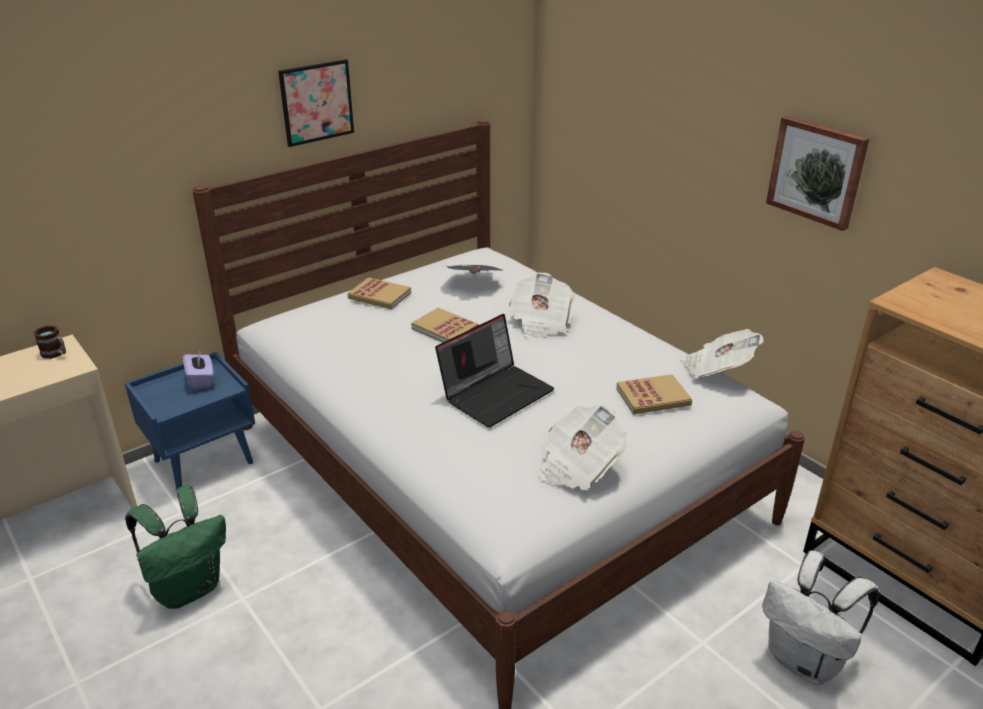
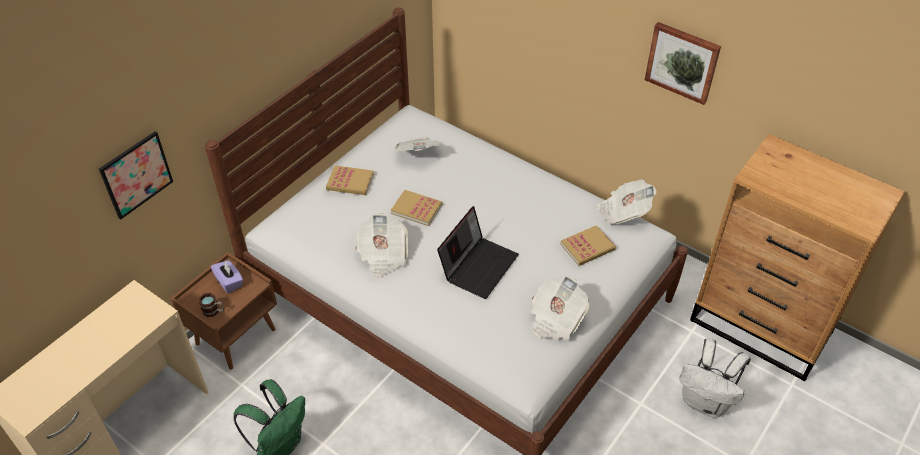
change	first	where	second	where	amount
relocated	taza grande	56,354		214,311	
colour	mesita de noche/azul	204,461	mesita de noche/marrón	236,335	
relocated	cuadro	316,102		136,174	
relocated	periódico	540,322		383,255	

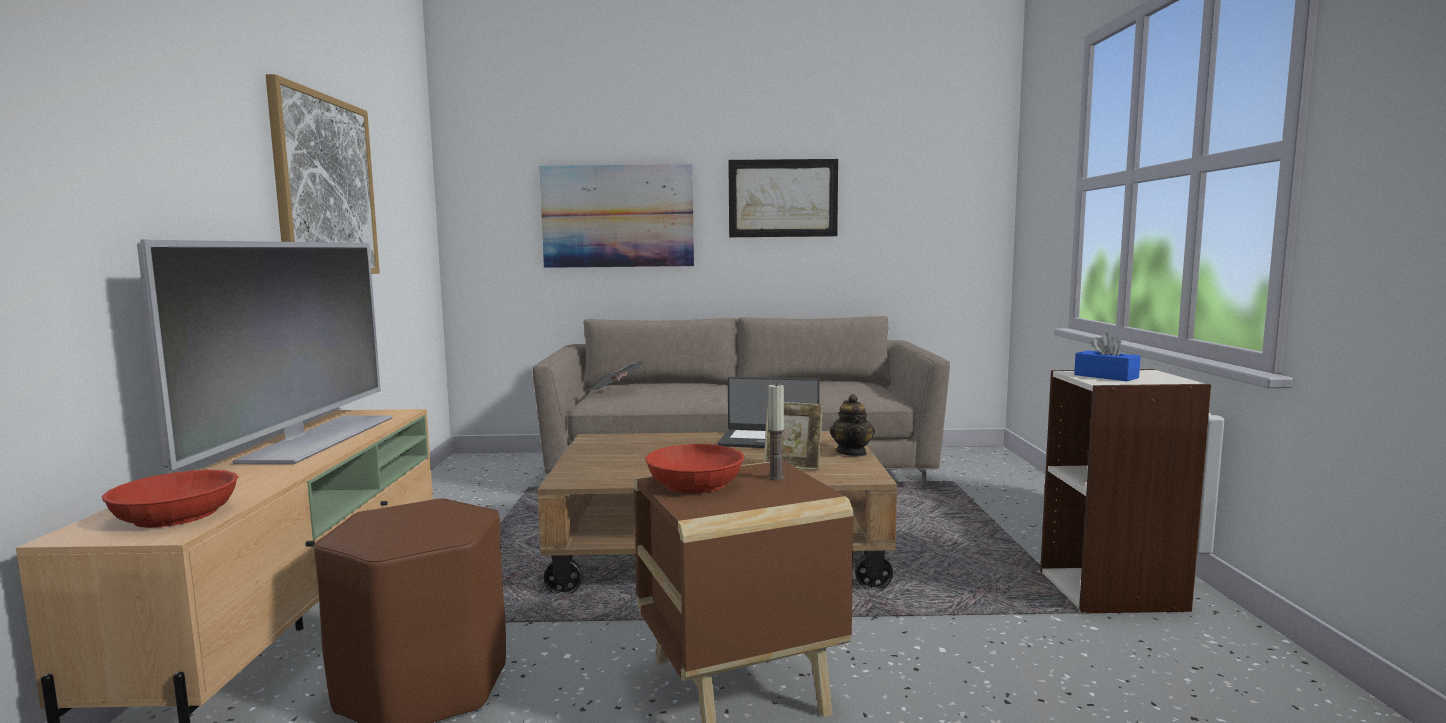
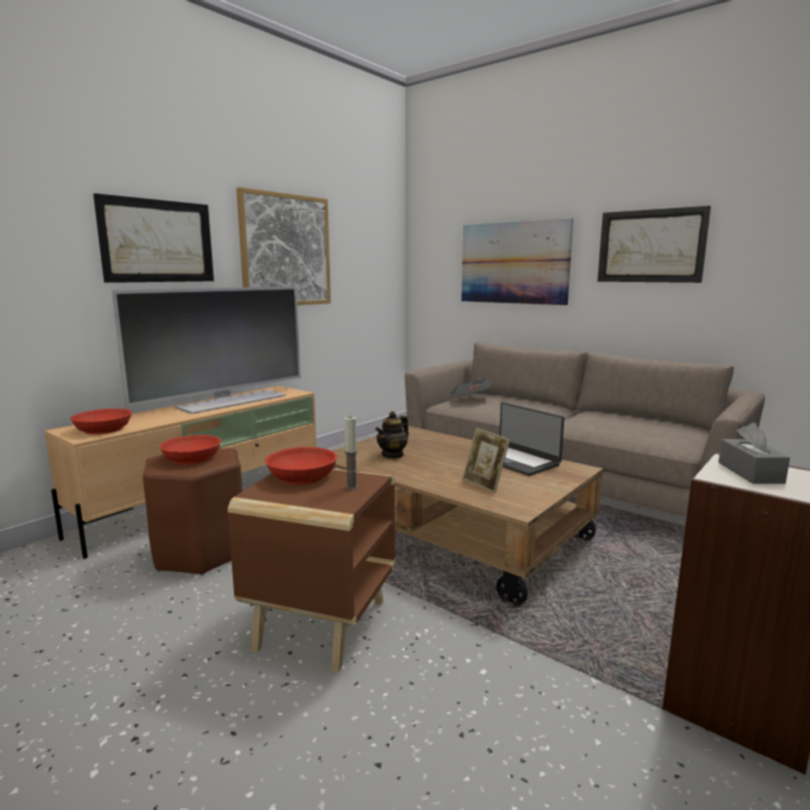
change	first	where	second	where	amount
relocated	tetera	852,452		393,455	
colour	caja de pañuelos/azul	1106,376	caja de pañuelos/gris	750,472	
appeared			cuadro	157,241	
appeared			cuenco/rojo	192,458	

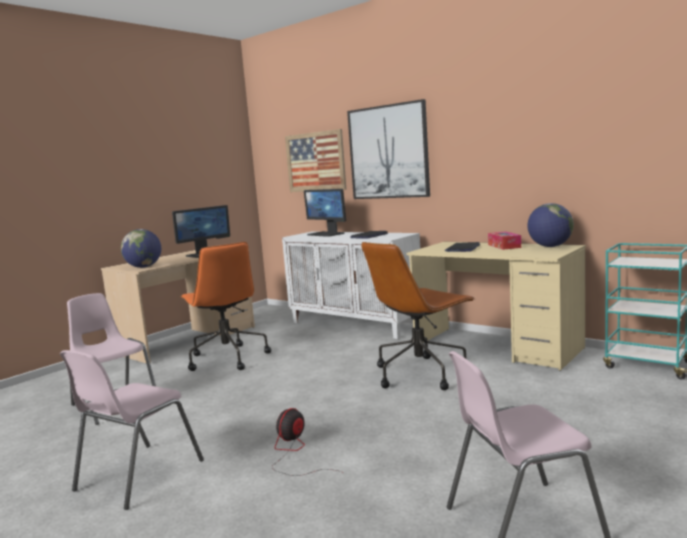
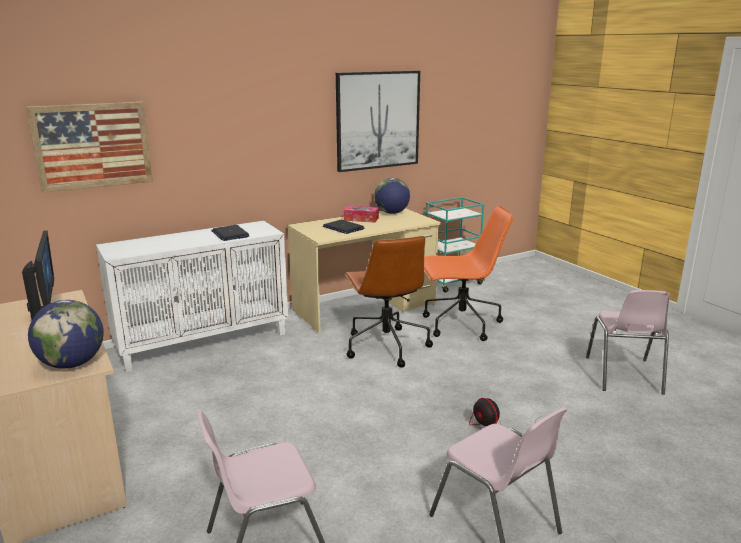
change	first	where	second	where	amount
relocated	silla de oficina/naranja	227,358		460,325	
missing	monitor	326,234			
relocated	cuadro	388,152		377,120	

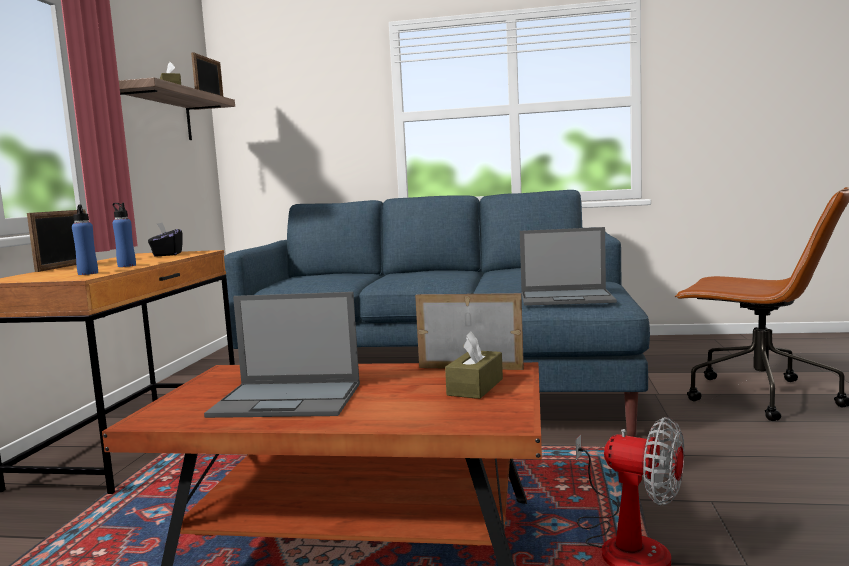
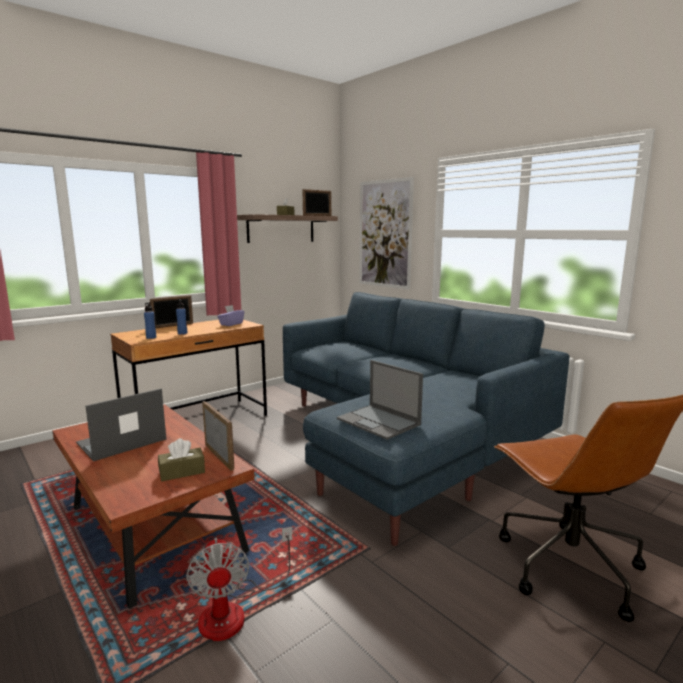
change	first	where	second	where	amount
colour	caja de pañuelos/negro	167,254	caja de pañuelos/morado	231,324	
spun	portátil	289,400		121,442	90 degrees clockwise
appeared			cuadro	385,234	

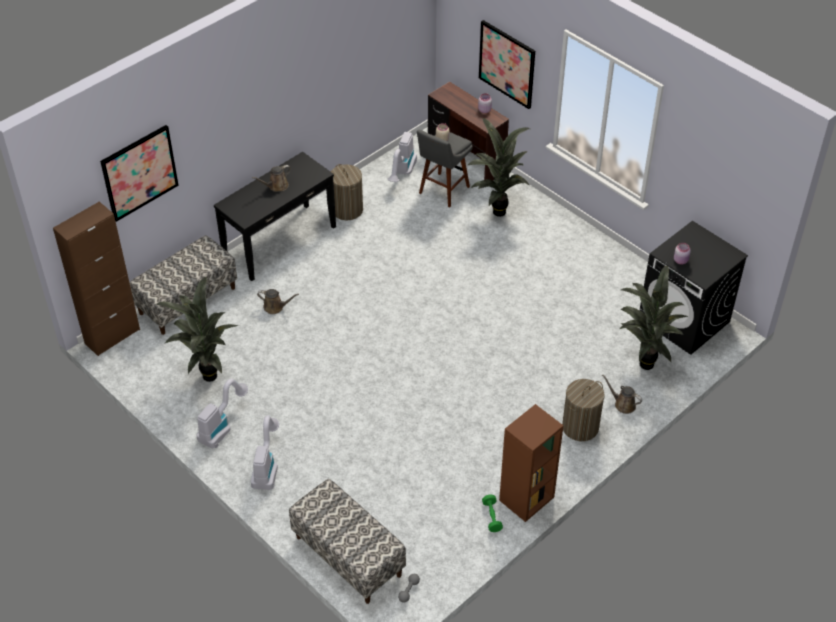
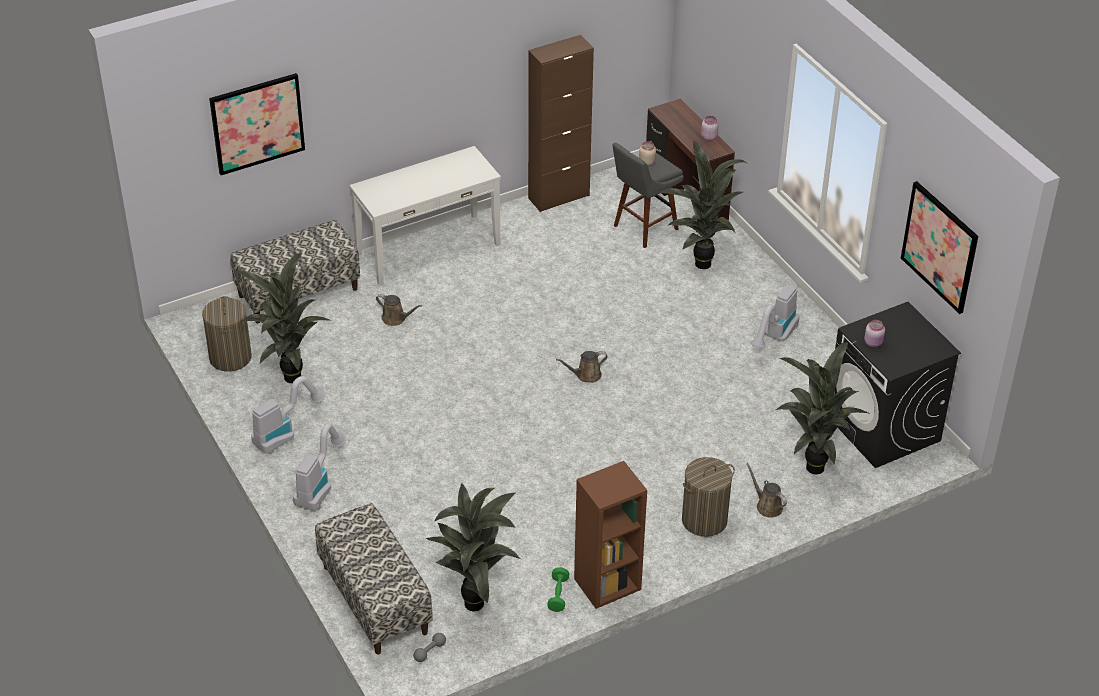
change	first	where	second	where	amount
relocated	armario/marrón	112,336		559,197	
colour	mesa consola/negro	279,241	mesa consola/blanco	428,249	
relocated	regadera/marrón	276,186		586,375	
relocated	cesto de la ropa	347,210		230,358	
relocated	aspiradora	402,173		774,338	
relocated	cuadro	507,64		940,247	
appeared			planta en maceta	478,606	

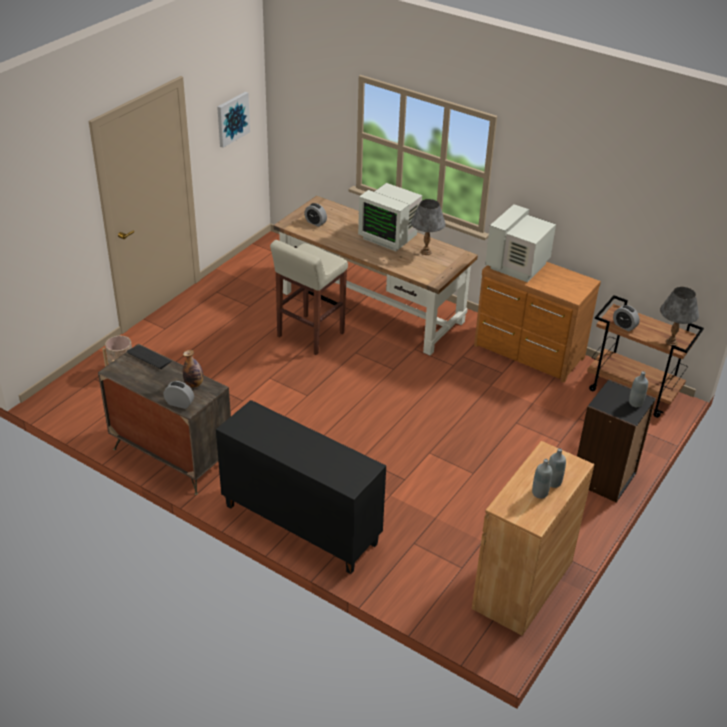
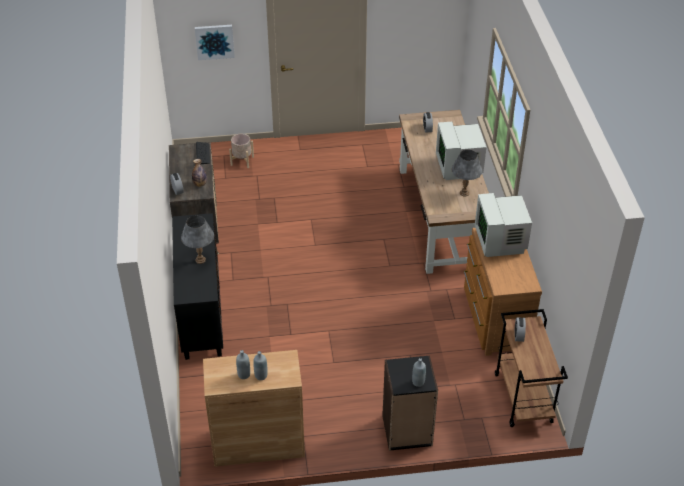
change	first	where	second	where	amount
relocated	cuadro	232,119		214,41	
missing	taburete/beis	309,335			
spun	monitor	518,266		501,242	90 degrees counterclockwise
relocated	lámpara de mesa/gris	671,342		200,260	

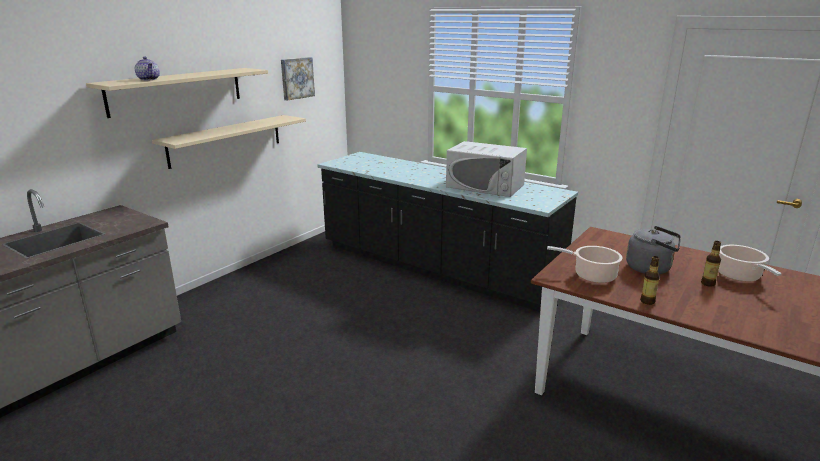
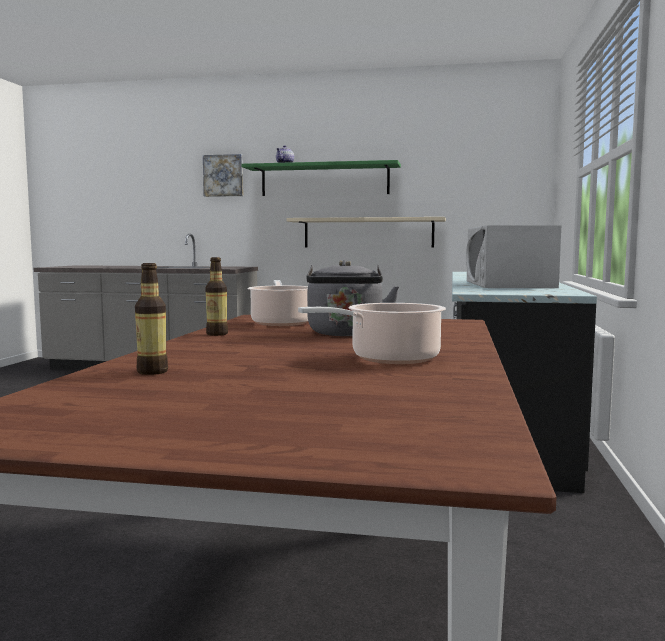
change	first	where	second	where	amount
colour	estante/beis	177,91	estante/verde	324,180	
relocated	cuadro	296,78		223,175	
relocated	botella	708,283		152,372	

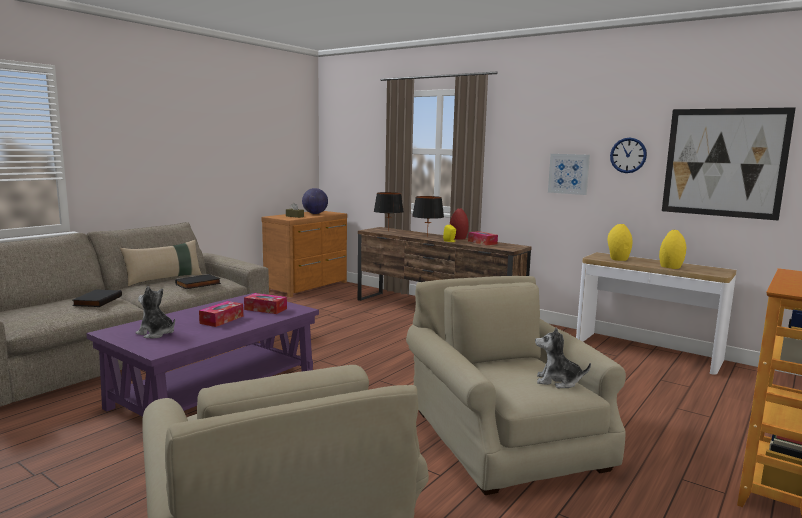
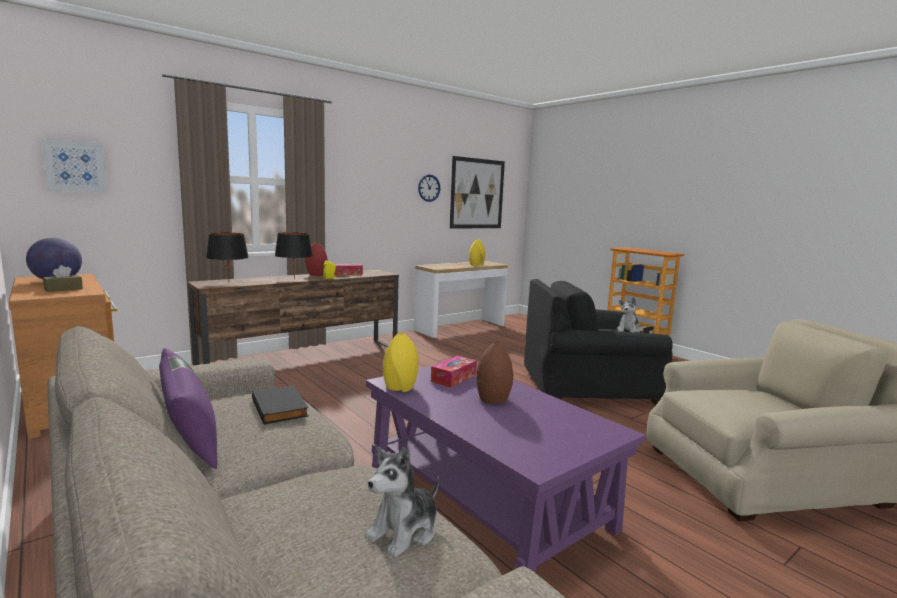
change	first	where	second	where	amount
missing	libro/negro	97,301			
colour	cojín/beis	164,279	cojín/morado	189,437	
relocated	peluche	156,333		404,531	
exchanged	caja de pañuelos	222,320	florero/marrón	492,399	
colour	sillón/beis	505,439	sillón/negro	591,386	
relocated	cuadro	568,174		75,166	
relocated	florero/amarillo	618,259		400,388	

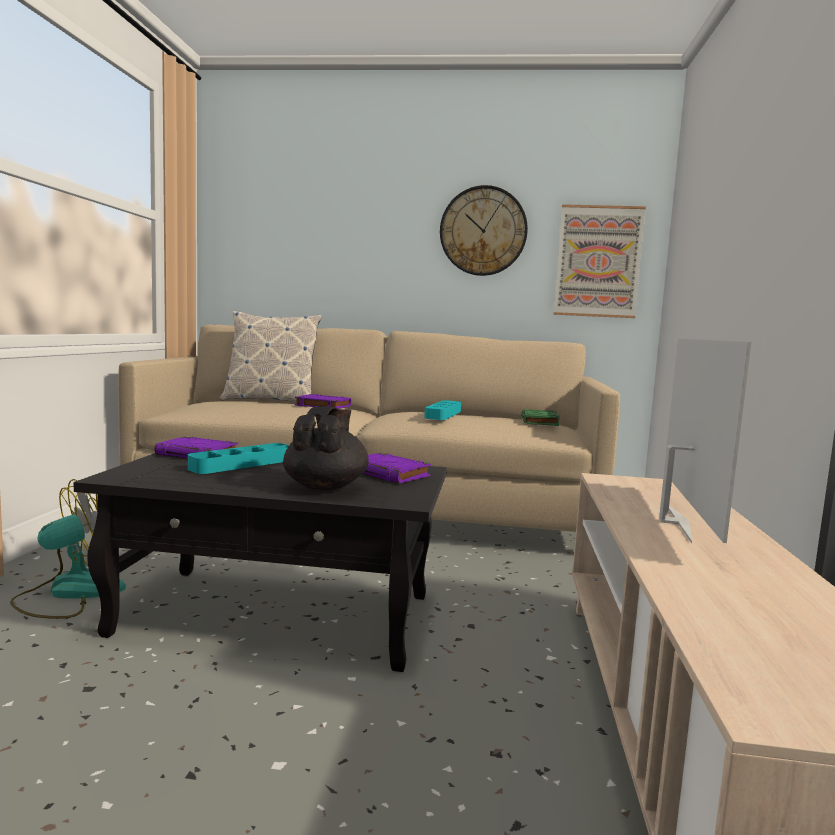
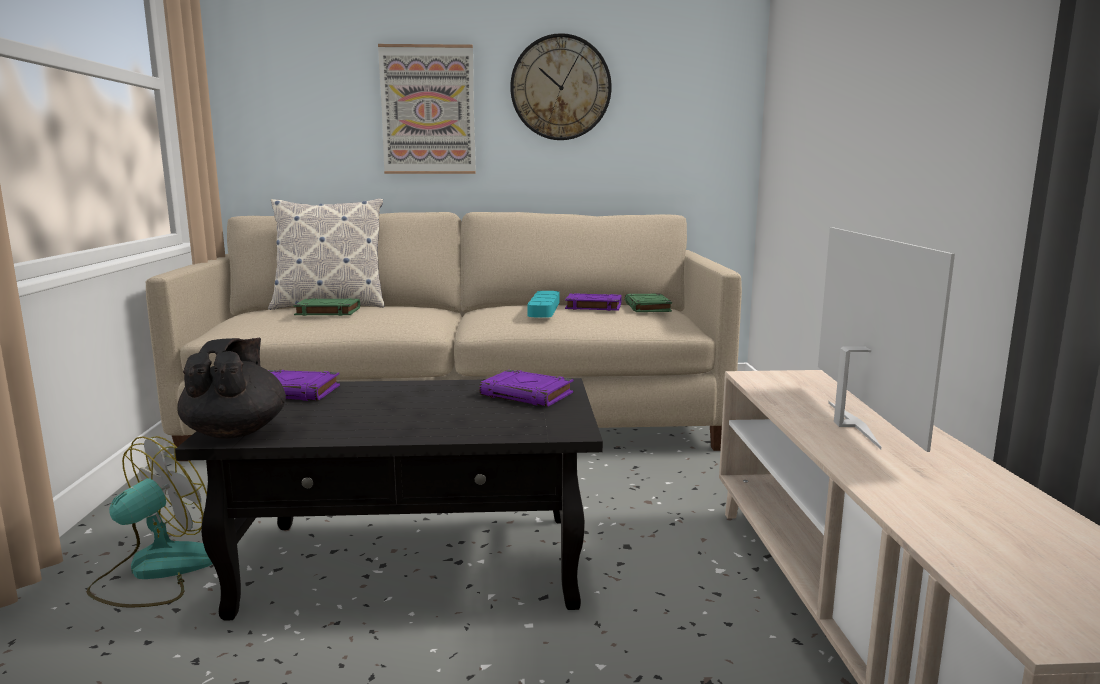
change	first	where	second	where	amount
missing	bandeja/turquesa	242,464			
relocated	tetera/negro	325,486		236,431	
relocated	libro/morado	322,406		592,306	
relocated	cuadro	598,262		428,110	
appeared			libro/verde	327,312	

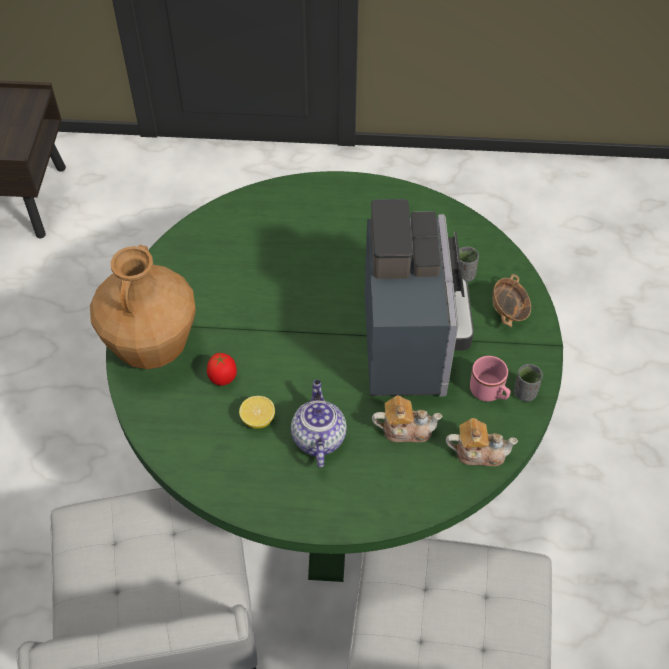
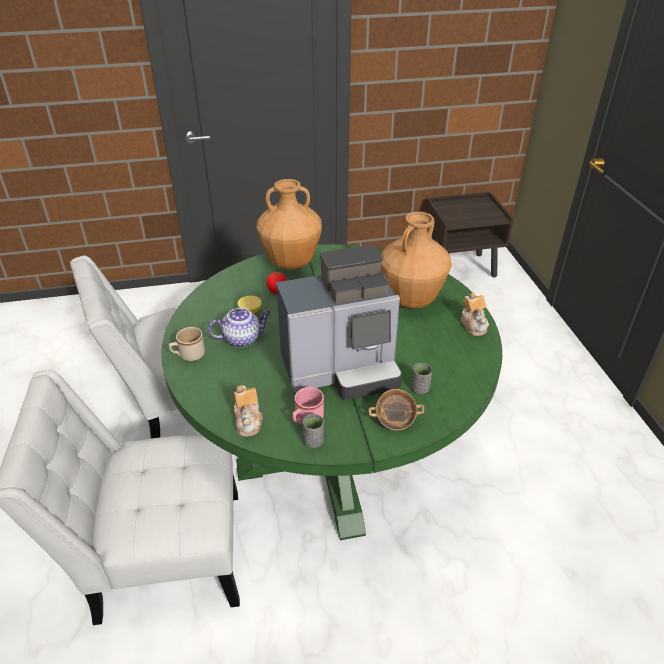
change	first	where	second	where	amount
relocated	tetera	405,429		473,324	
appeared			taza grande/beis	188,355	
appeared			florero/marrón	411,300	

